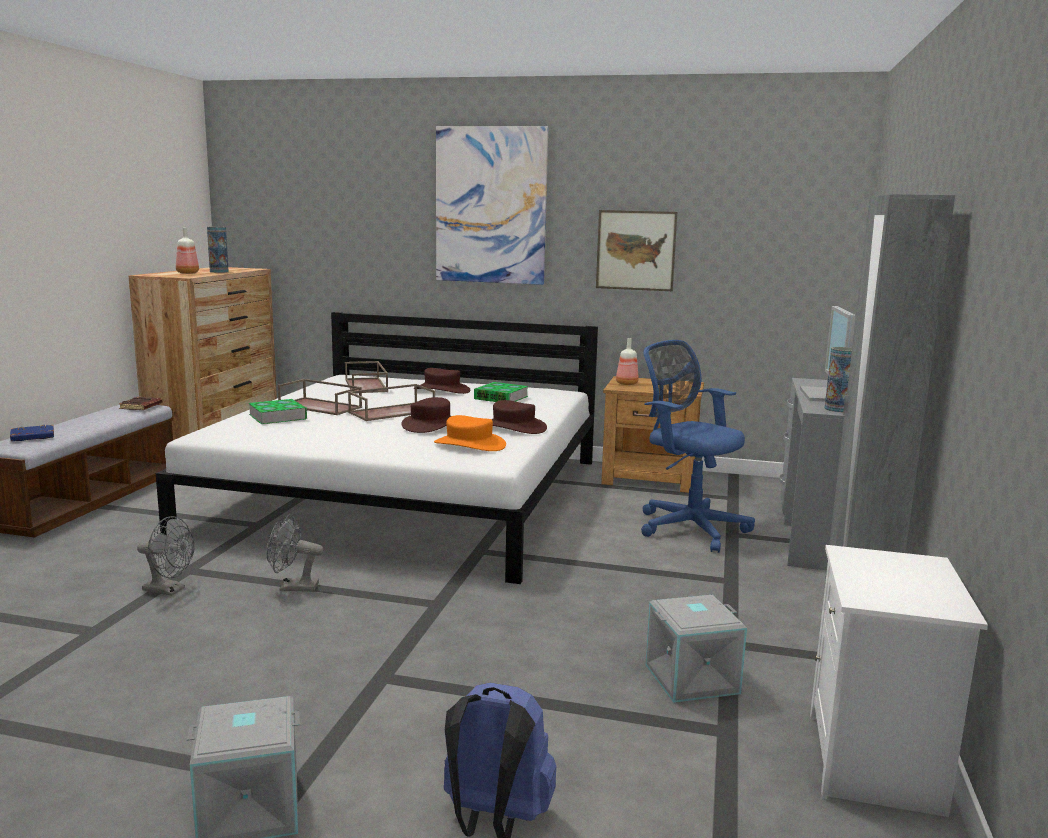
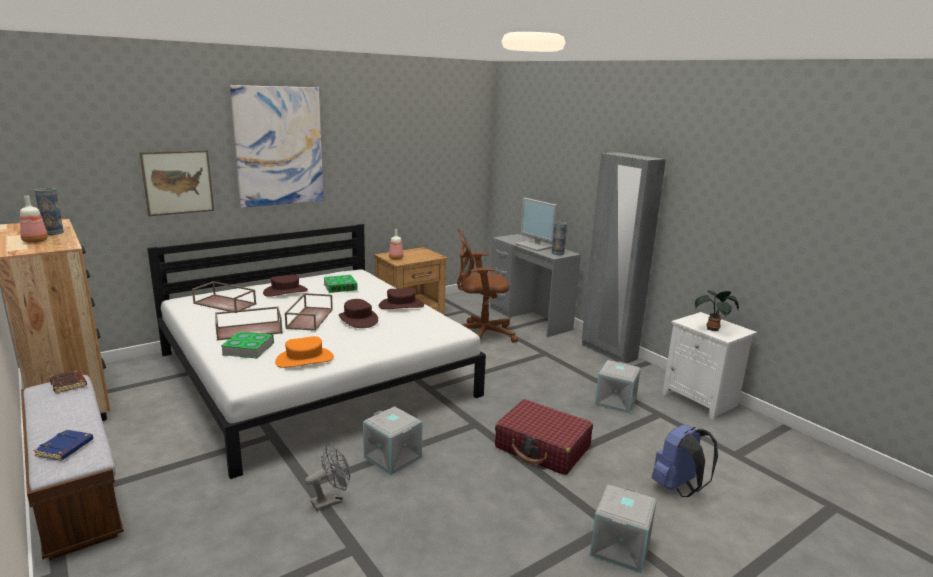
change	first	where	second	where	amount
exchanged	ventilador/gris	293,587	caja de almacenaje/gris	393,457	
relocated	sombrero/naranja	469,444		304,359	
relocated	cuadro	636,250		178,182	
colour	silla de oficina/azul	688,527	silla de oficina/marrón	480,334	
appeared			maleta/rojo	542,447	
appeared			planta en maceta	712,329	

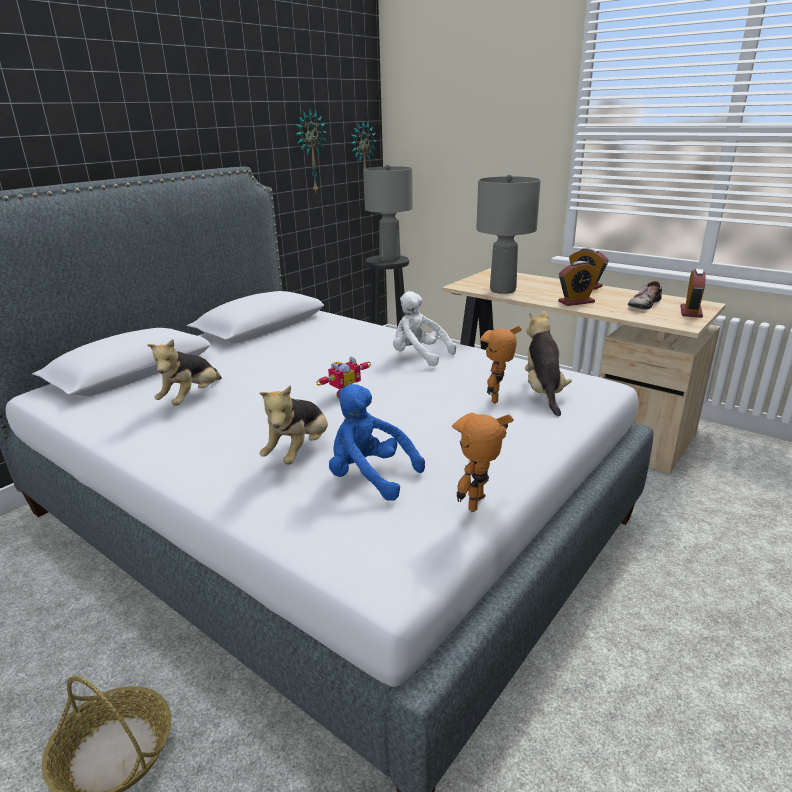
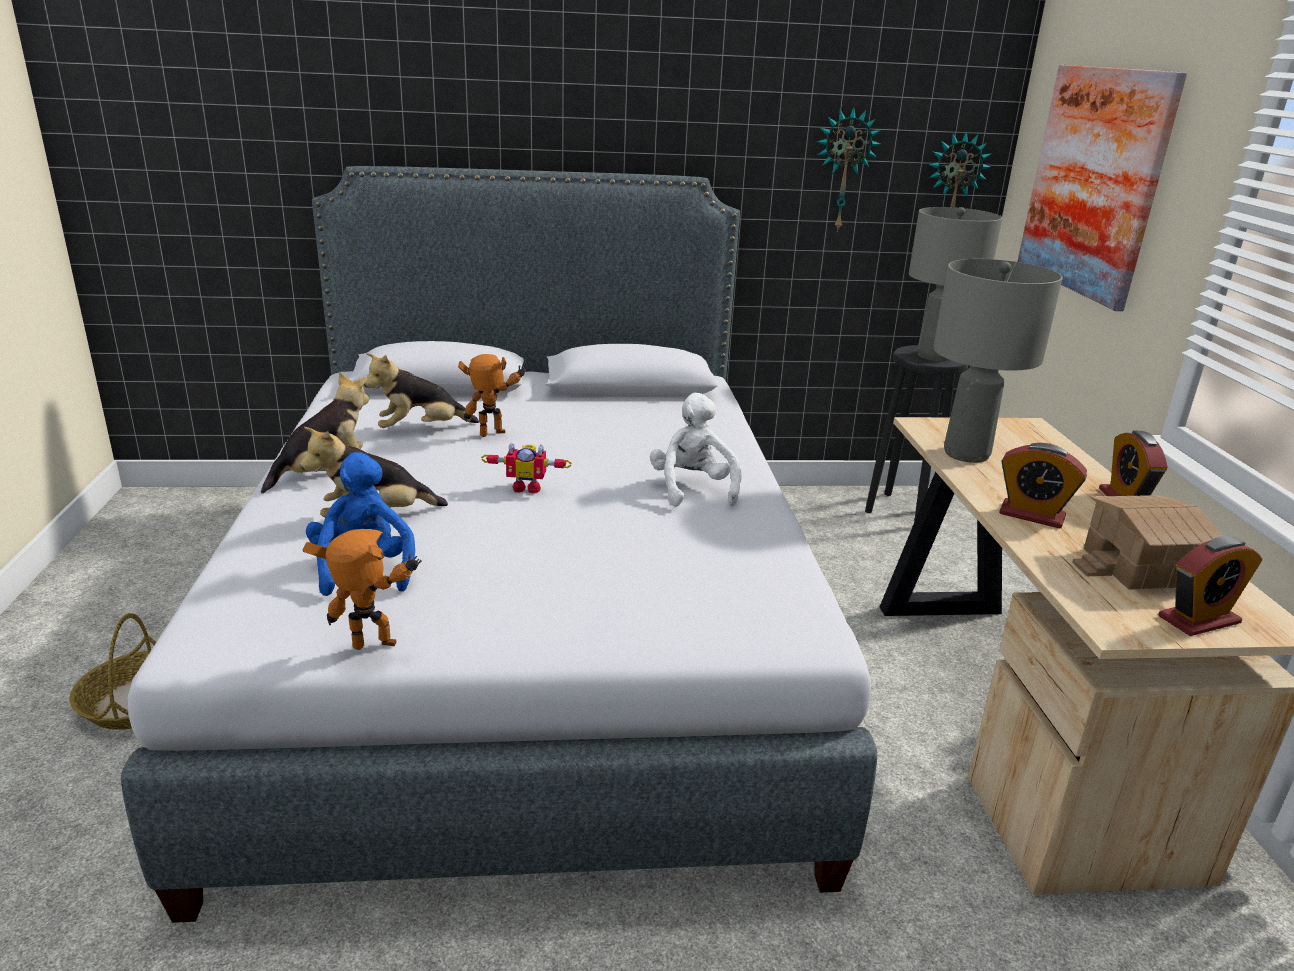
change	first	where	second	where	amount
relocated	robot de juguete	498,399		494,435	
relocated	peluche	543,392		326,474	
exchanged	zapato	643,304	casita	1143,568	
appeared			cuadro	1094,181	

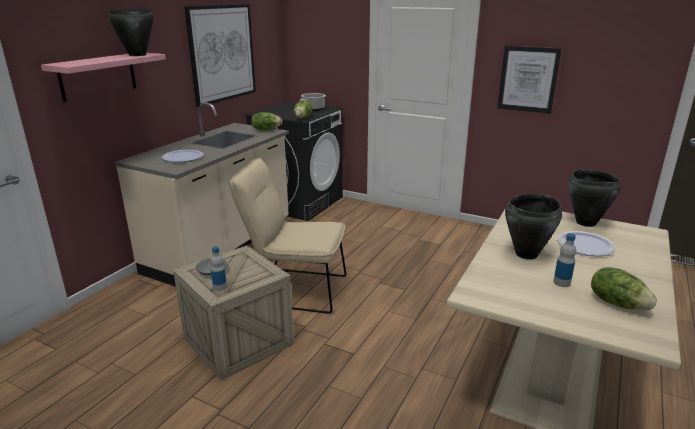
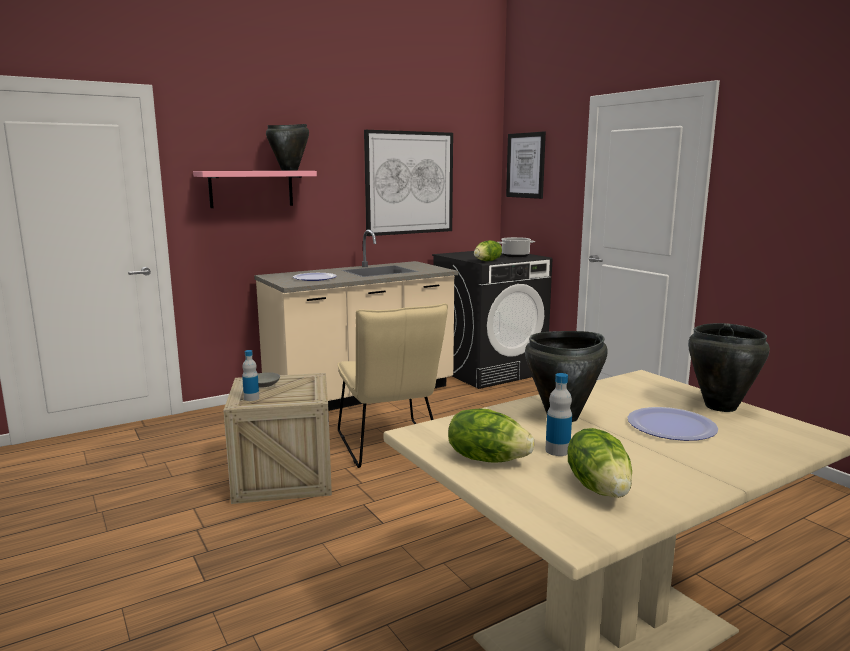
change	first	where	second	where	amount
spun	silla/beis	294,289		390,447	150 degrees counterclockwise
relocated	lechuga	266,129		487,458	
relocated	cuadro	528,79		526,165	

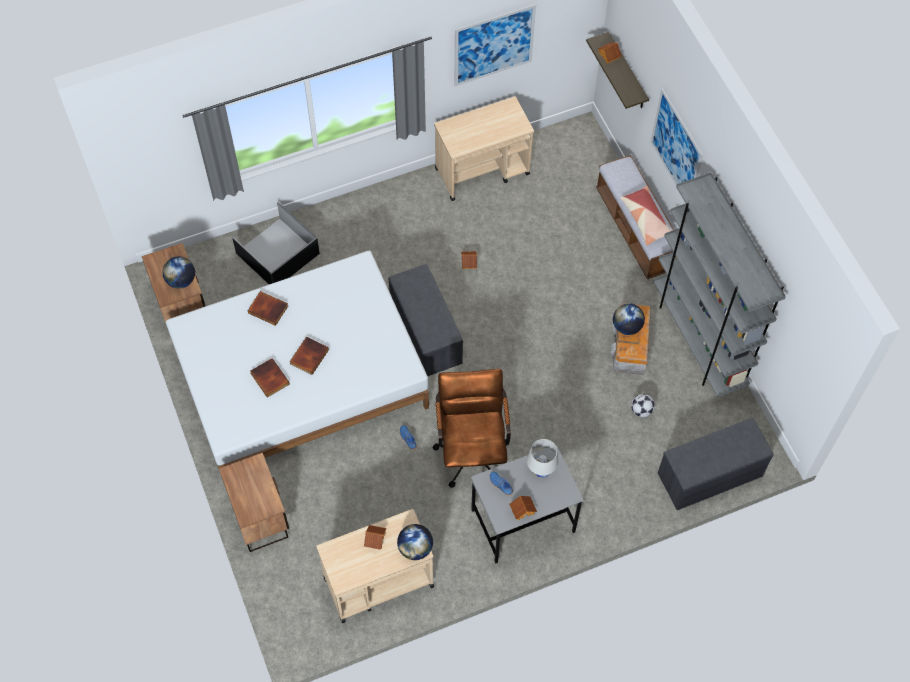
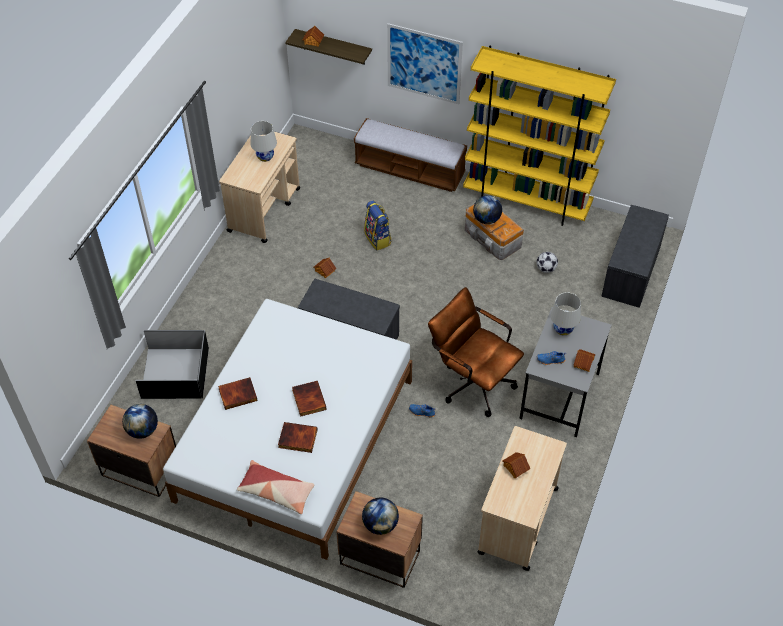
change	first	where	second	where	amount
relocated	globo terráqueo	415,548		380,524	
missing	cuadro	494,45			
relocated	cojín	645,219		276,491	
colour	estantería/gris	698,339	estantería/amarillo	527,202	
appeared			lámpara de mesa/blanco	265,157	
appeared			mochila	378,239	

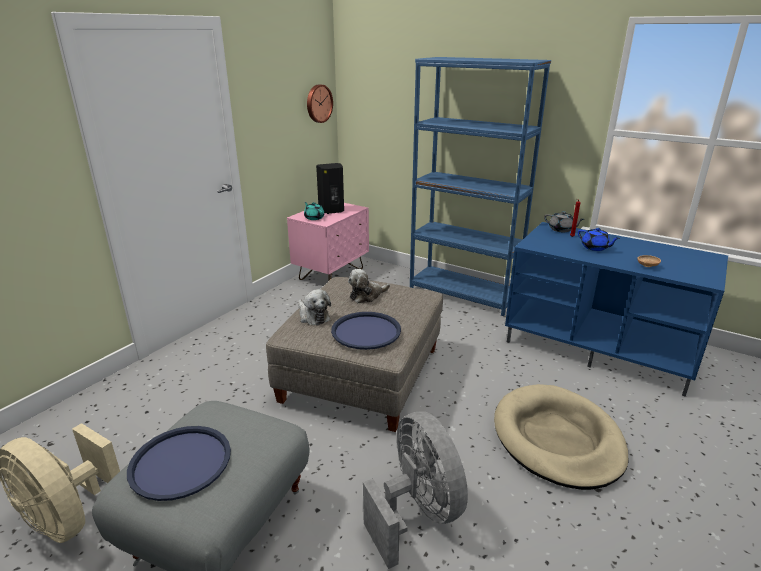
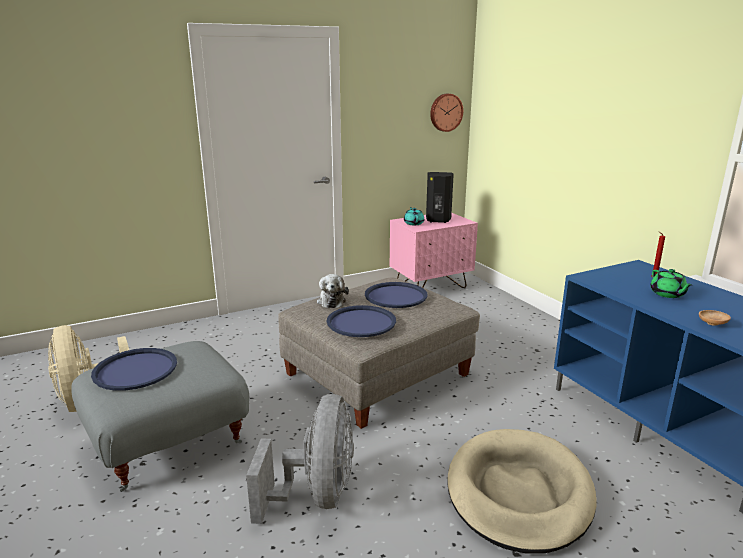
change	first	where	second	where	amount
exchanged	peluche	367,296	bandeja/azul	396,296	
missing	estantería/azul	463,294			
missing	tetera/gris	561,230			
colour	tetera/azul	595,248	tetera/verde	667,294	

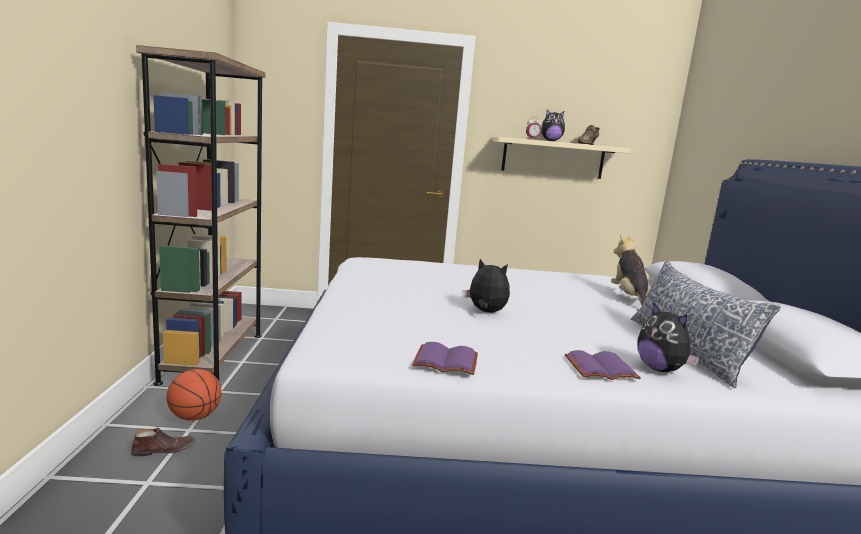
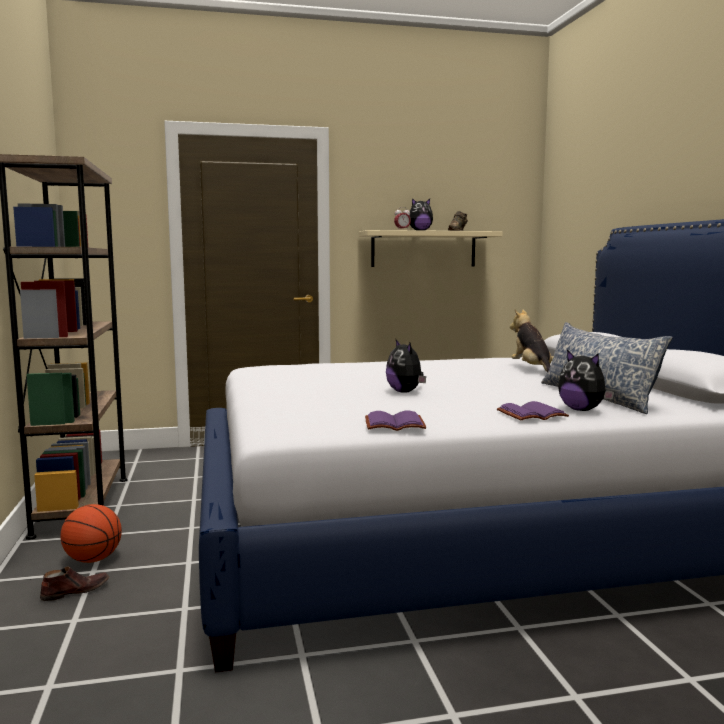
change	first	where	second	where	amount
spun	peluche	485,312		405,392	135 degrees counterclockwise

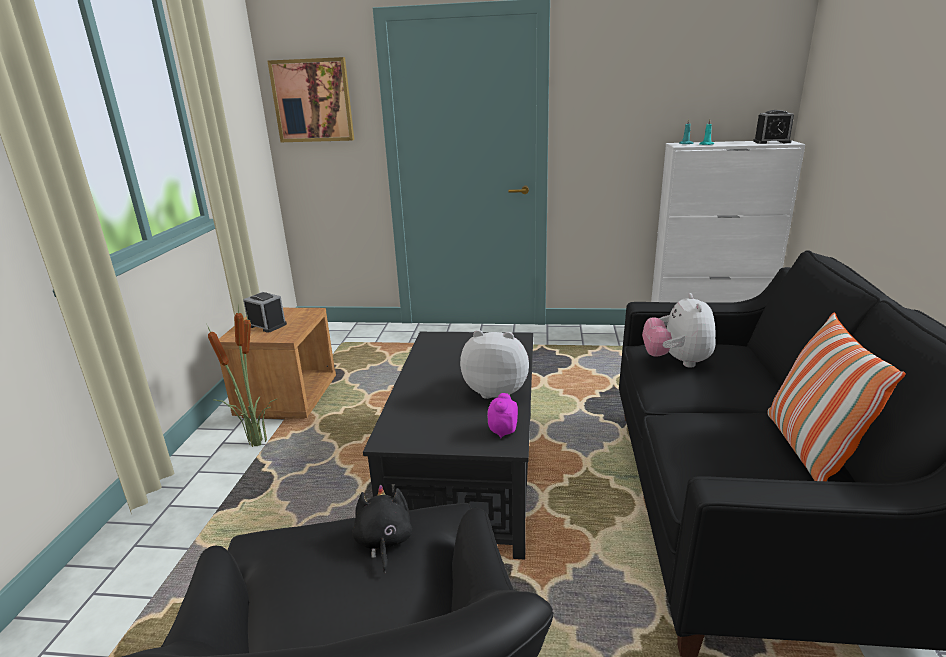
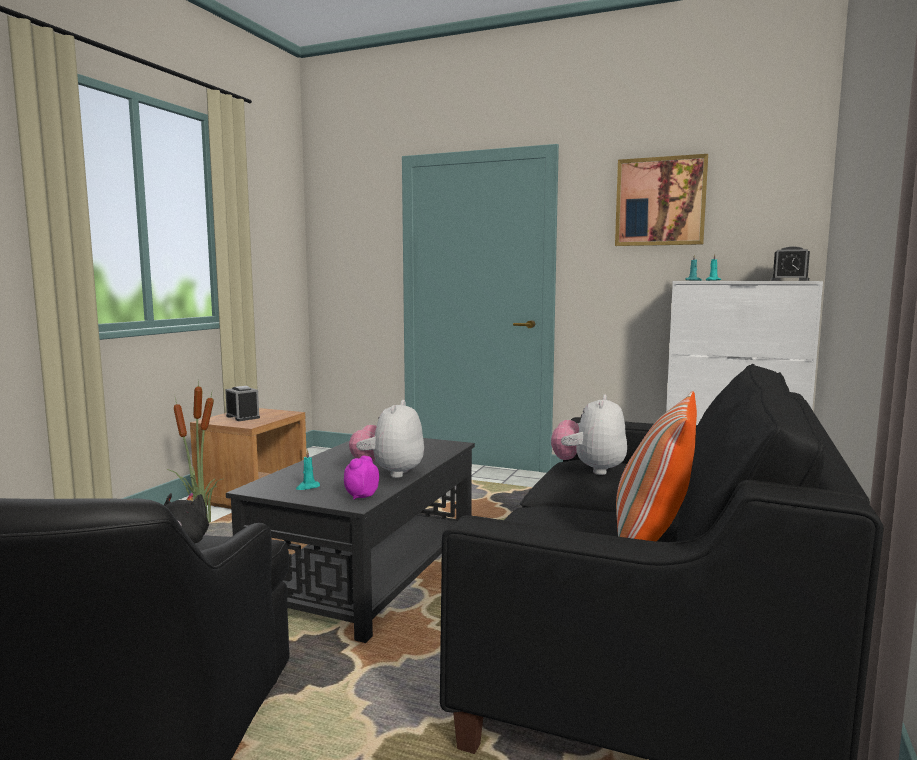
change	first	where	second	where	amount
relocated	cuadro	312,101		660,202	
spun	peluche	497,391		389,473	105 degrees counterclockwise
appeared			vela/turquesa	307,487	

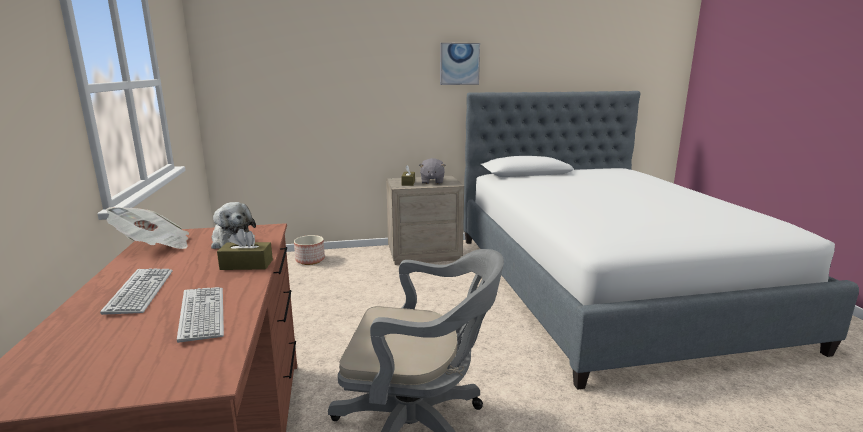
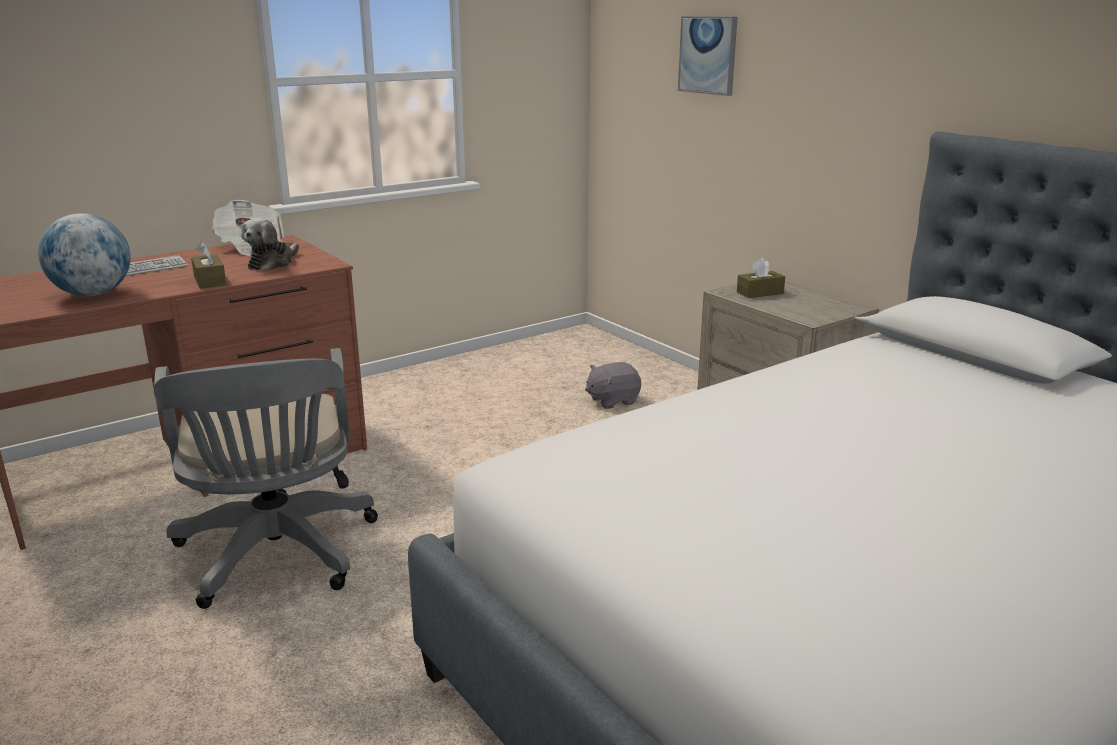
change	first	where	second	where	amount
exchanged	teclado	202,314	globo terráqueo	93,294	
missing	maceta	310,260			
relocated	peluche/gris	432,181		612,400	
relocated	cuadro	459,64		708,55	

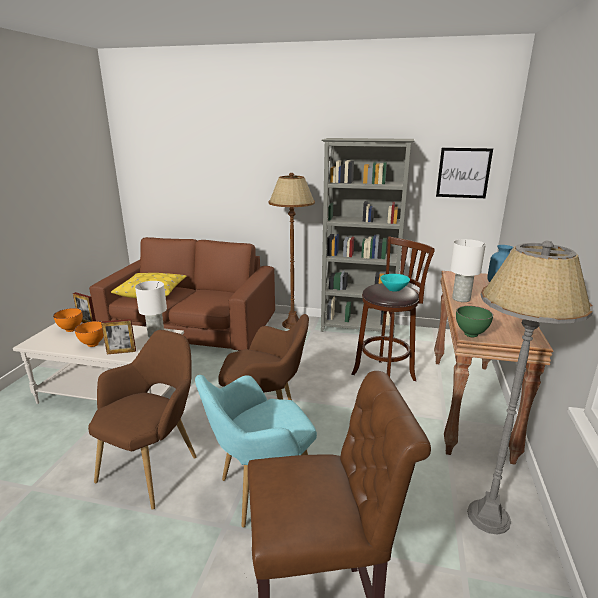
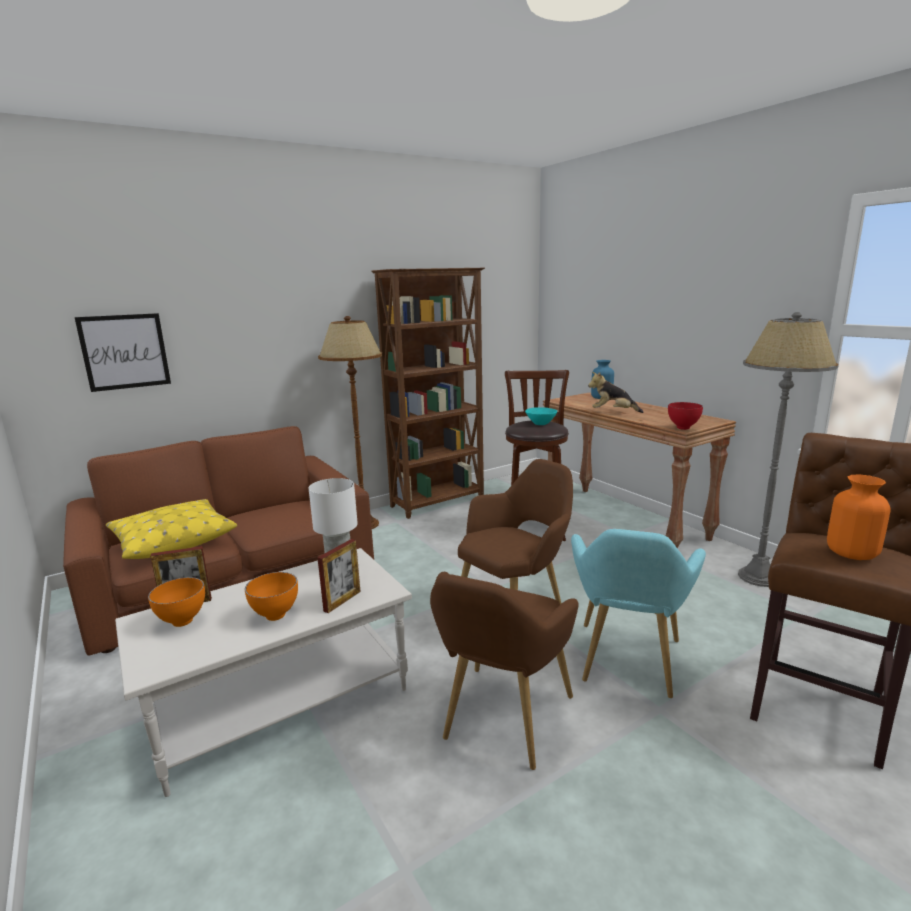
change	first	where	second	where	amount
spun	sillón/marrón	154,466		501,722	135 degrees counterclockwise
colour	estantería/gris	358,329	estantería/marrón	439,502	
relocated	cuadro	463,173		125,351	
exchanged	lámpara de mesa/blanco	461,299	peluche	613,412	
colour	cuenco/verde	470,334	cuenco/rojo	682,428	
appeared			florero/naranja	851,553	

